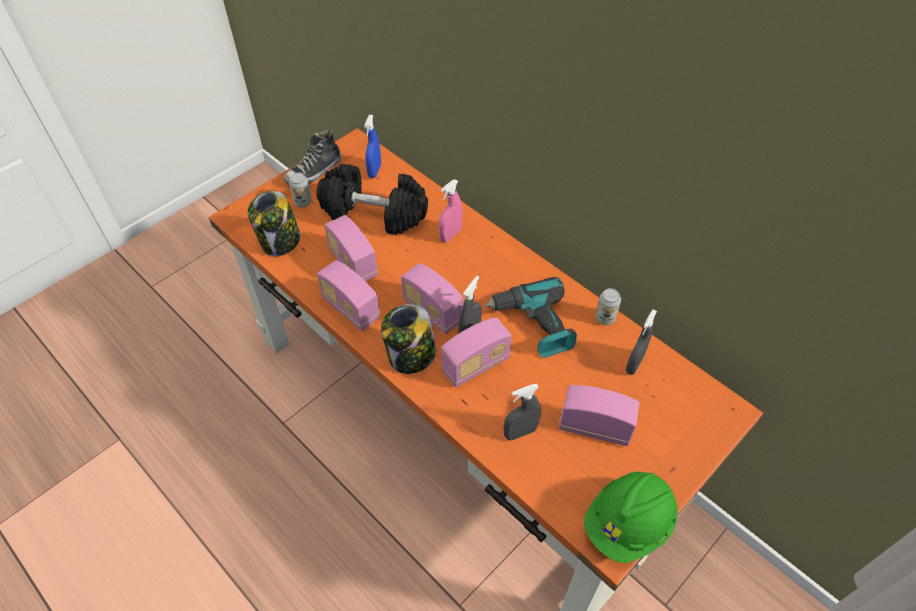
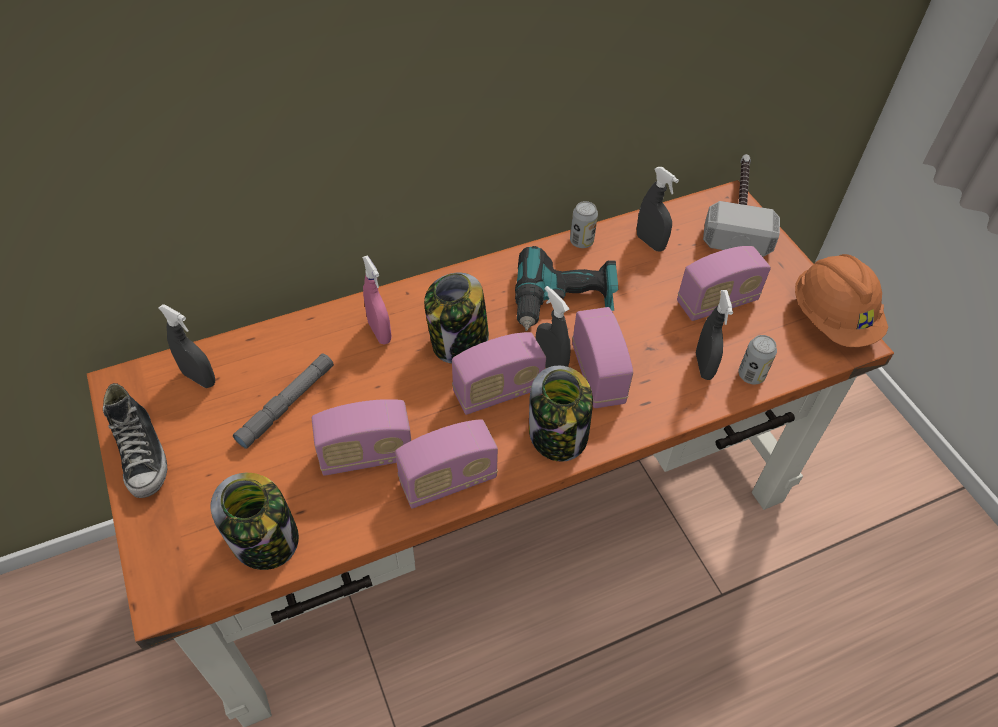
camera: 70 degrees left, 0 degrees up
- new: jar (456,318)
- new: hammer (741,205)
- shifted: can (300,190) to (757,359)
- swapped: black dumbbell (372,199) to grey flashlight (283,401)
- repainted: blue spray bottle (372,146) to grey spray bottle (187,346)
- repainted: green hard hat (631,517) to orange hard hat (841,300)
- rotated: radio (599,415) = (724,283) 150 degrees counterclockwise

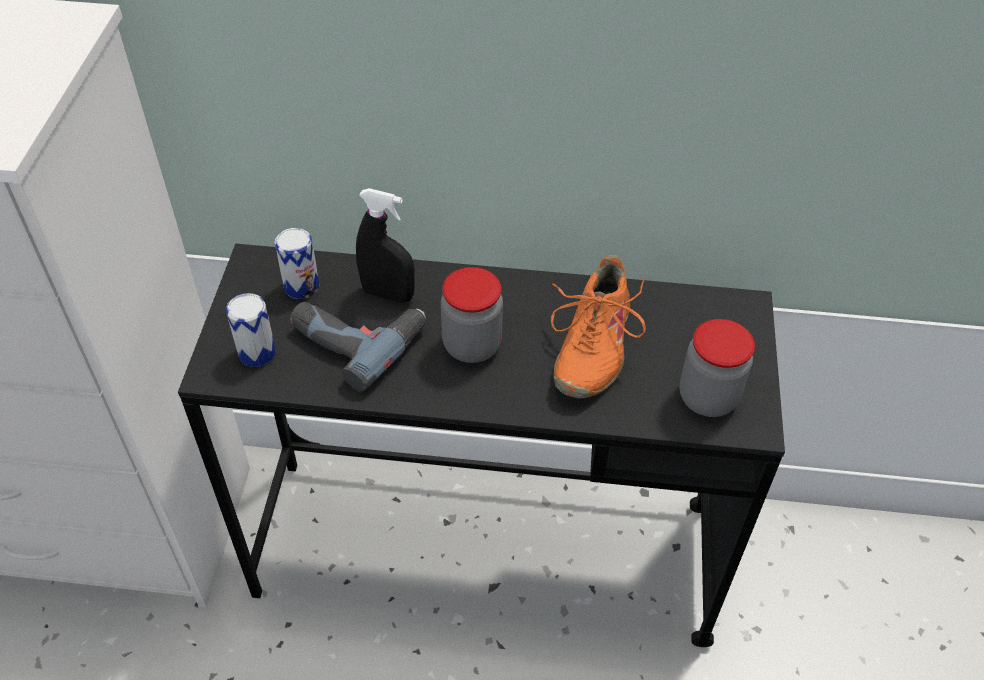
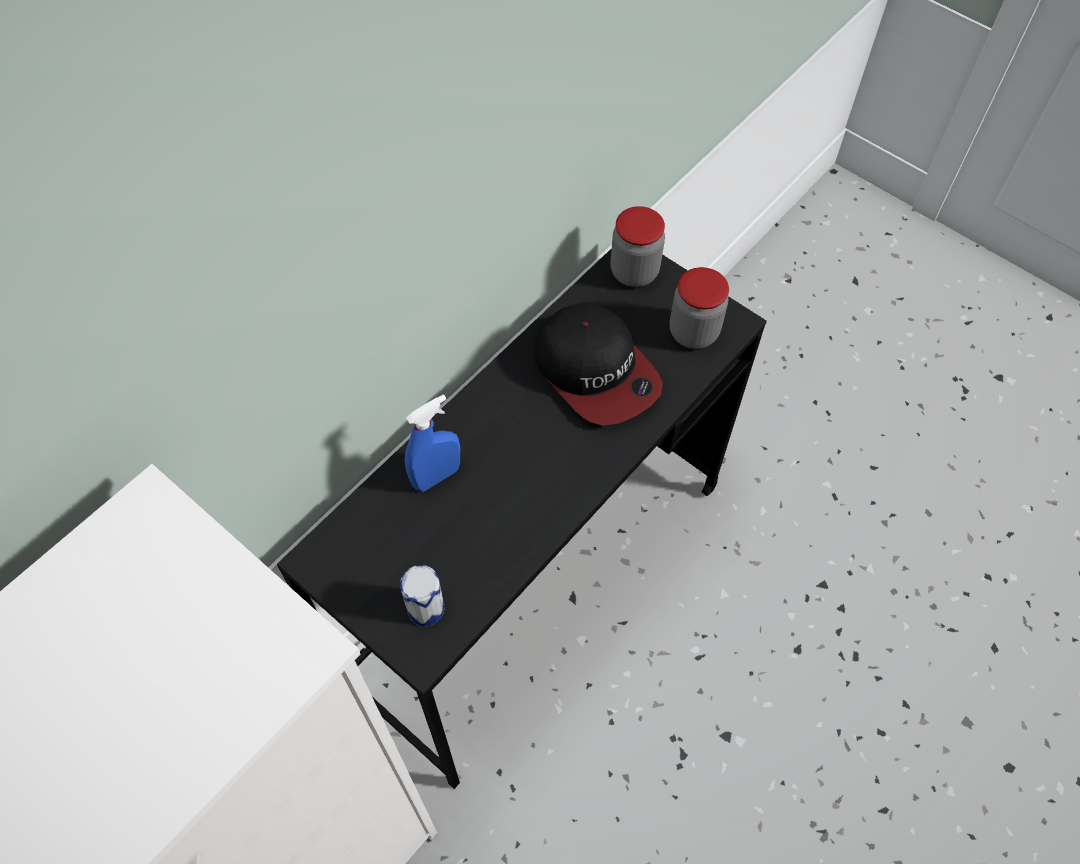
camera: 55 degrees left, 10 degrees up
- gone: can (297,263)
- gone: power drill (358,346)
- shifted: jar (472,315) to (637,246)
- swapped: orange shoe (598,326) to cap (598,364)
- repainted: black spray bottle (385,245) to blue spray bottle (432,443)

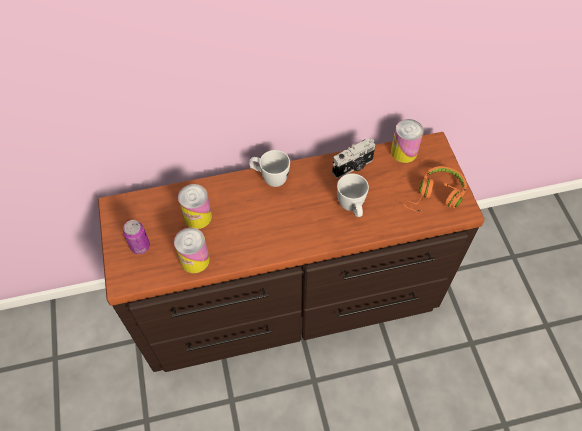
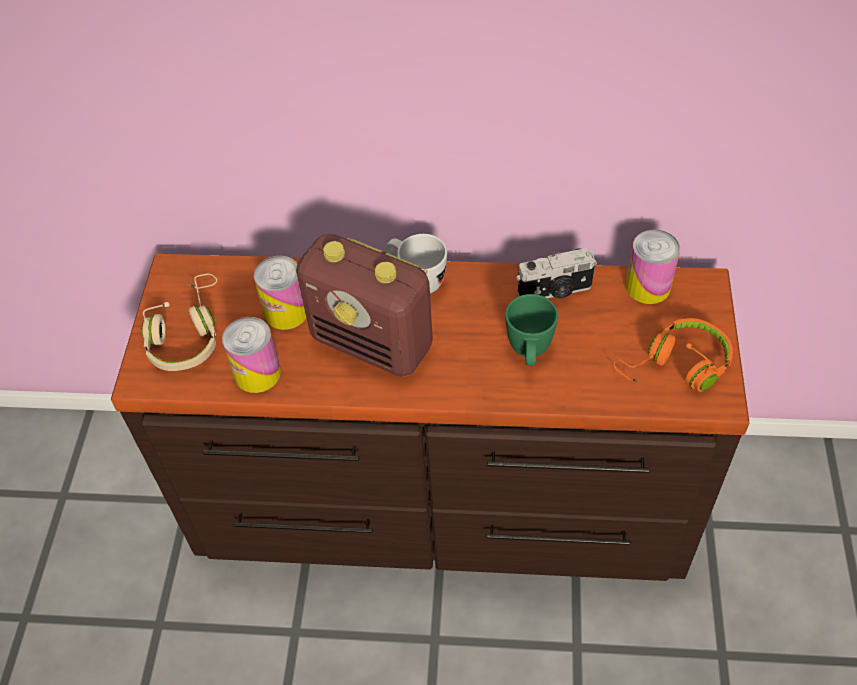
camera: 20 degrees right, 5 degrees down
- new: radio (364,305)
- swapped: can (136,237) to beige headphones (179,322)
- repainted: white mug (353,195) to green mug (531,330)

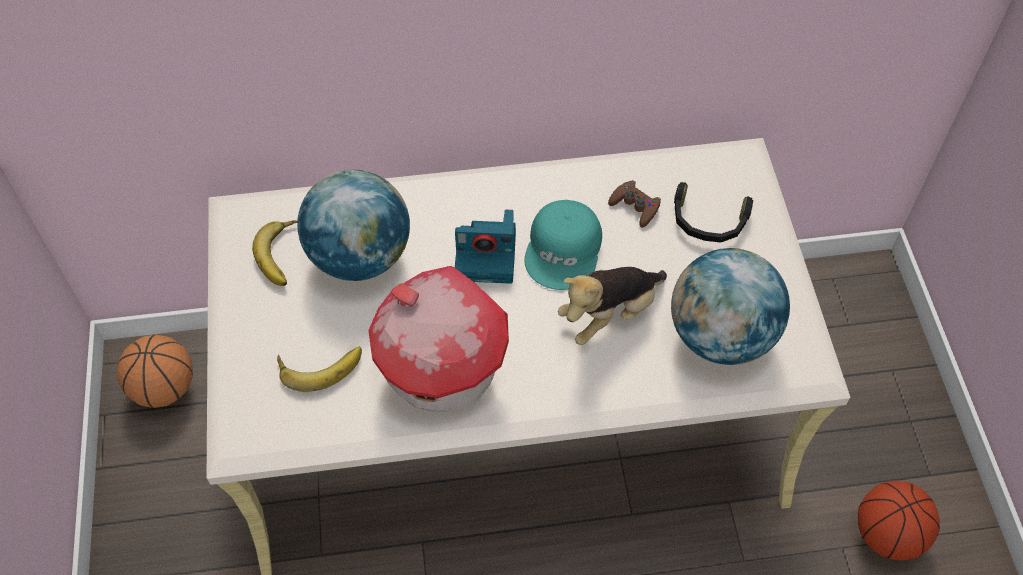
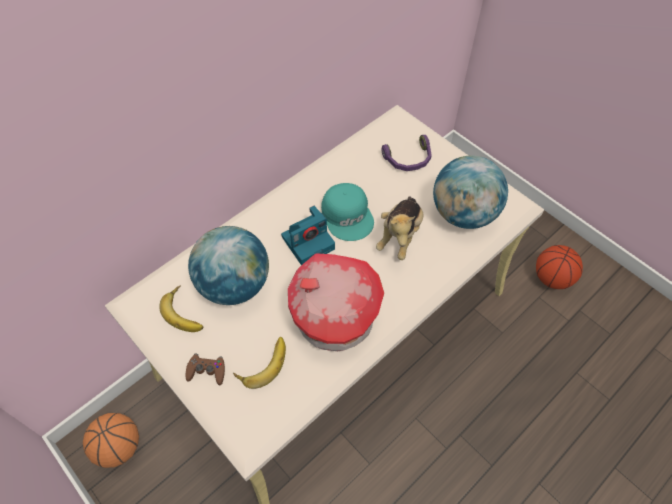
camera: 35 degrees left, 0 degrees up
- shifted: brown game controller (634,204) to (205,369)
- repainted: black headphones (713,212) to purple headphones (406,153)

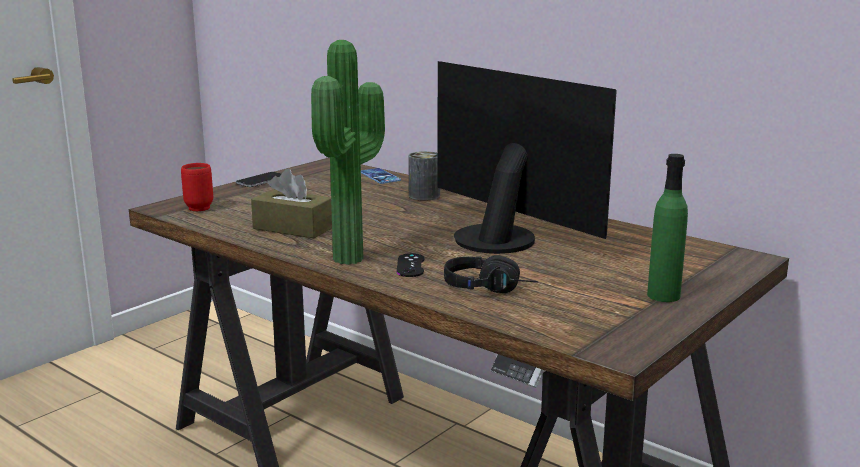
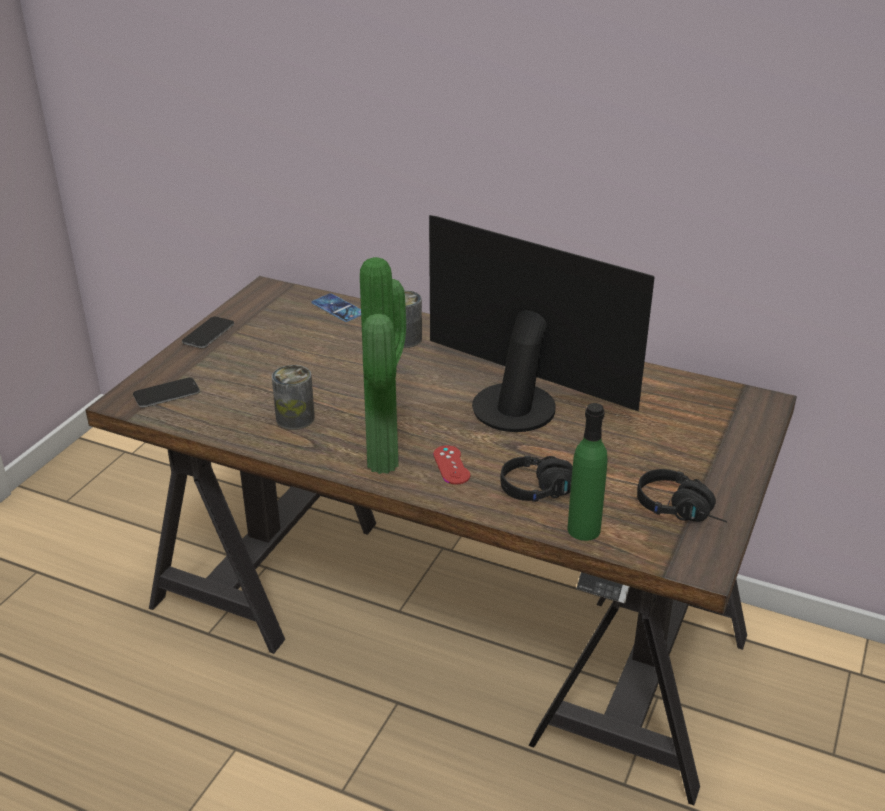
camera: 15 degrees left, 15 degrees up
- new: black headphones (682,495)
- shifted: green bottle (667,228) to (587,472)
- swapped: red mug (197,187) to phone (166,392)
- swapped: brown tissue box (291,203) to can (293,397)
- repainted: black game controller (410,265) to red game controller (451,465)

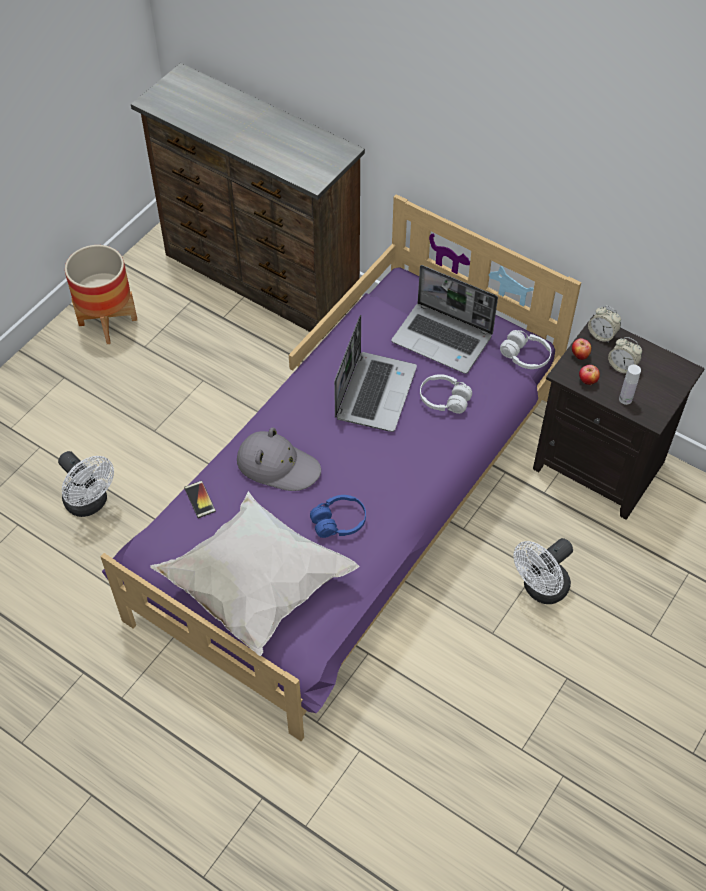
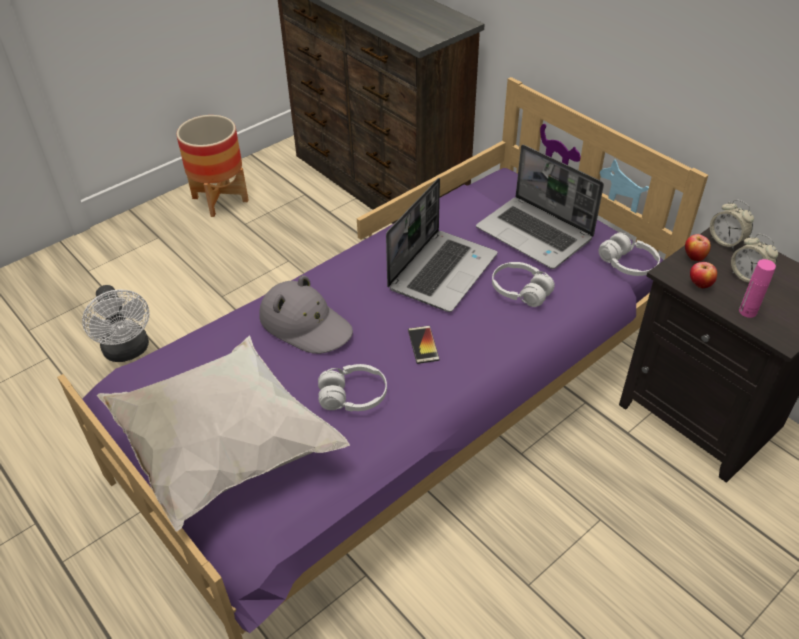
camera: 15 degrees right, 10 degrees down
- gone: white fan (543,571)
- shifted: phone (200,499) to (424,345)
- repainted: blue headphones (338,516) to white headphones (352,387)
- repainted: white bottle (630,384) to pink bottle (757,288)

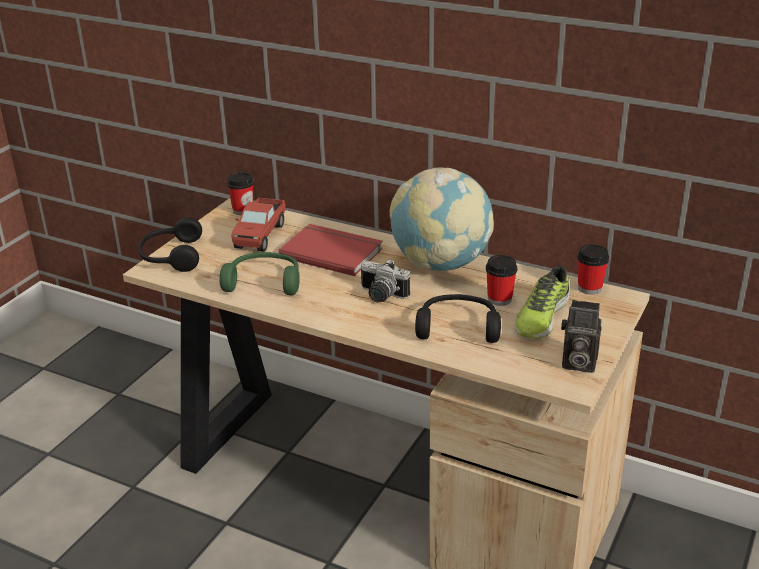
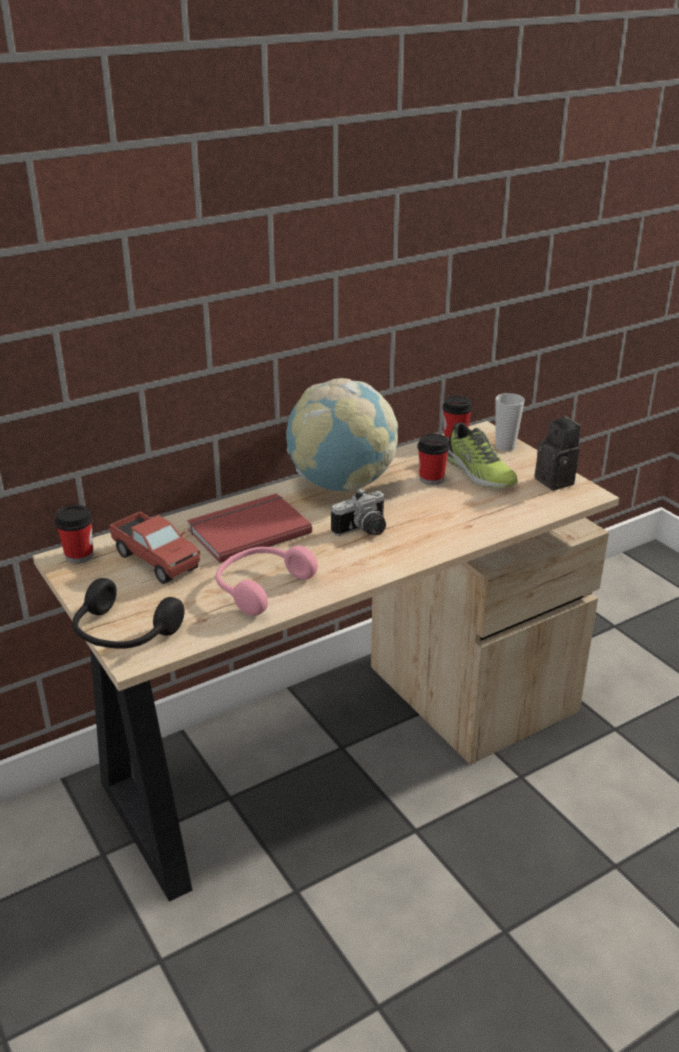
camera: 60 degrees left, 0 degrees up
- gone: black headphones (458,318)
- new: cup (510,422)
- repainted: green headphones (259,273) to pink headphones (267,581)
- rotated: photo camera (581,336) = (557,453) 75 degrees counterclockwise

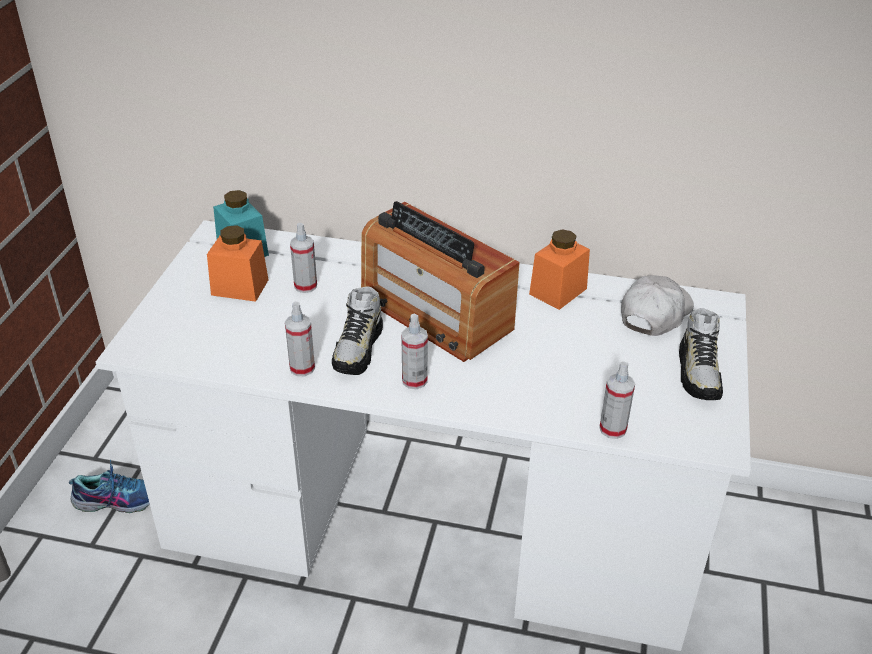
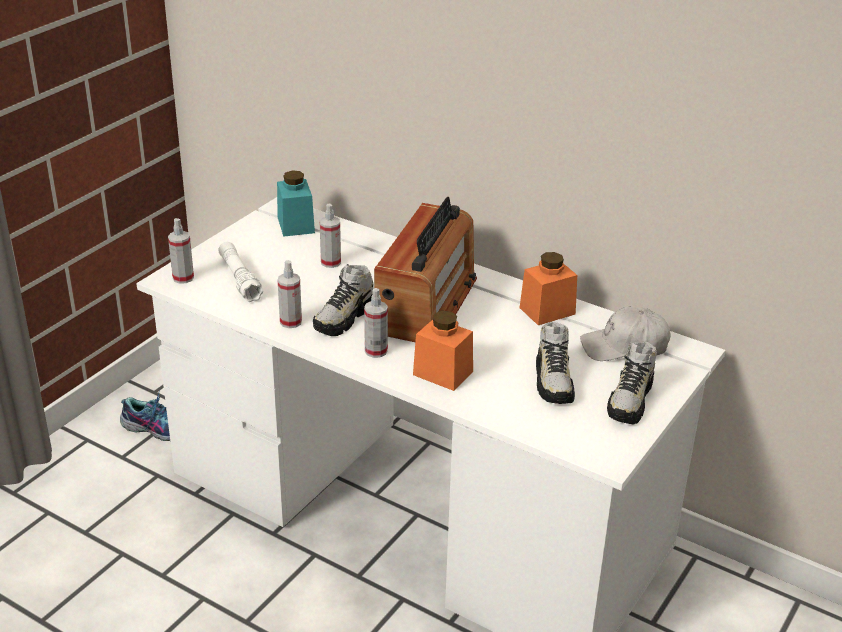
camera: 20 degrees right, 5 degrees down
- new: white flashlight (240,272)
- new: shoe (555,363)
- shifted: orange jar (238,263) to (443,351)
- shifted: spray bottle (617,400) to (181,251)
- rotated: radio (440,281) = (425,269) 135 degrees counterclockwise
- rotated: white cap (657,306) = (625,333) 150 degrees counterclockwise

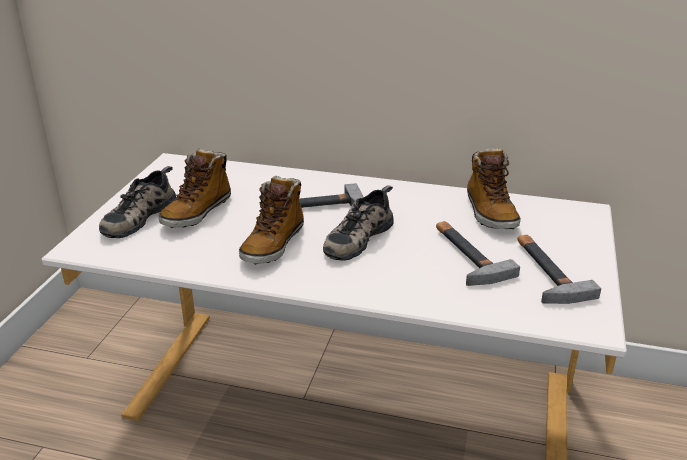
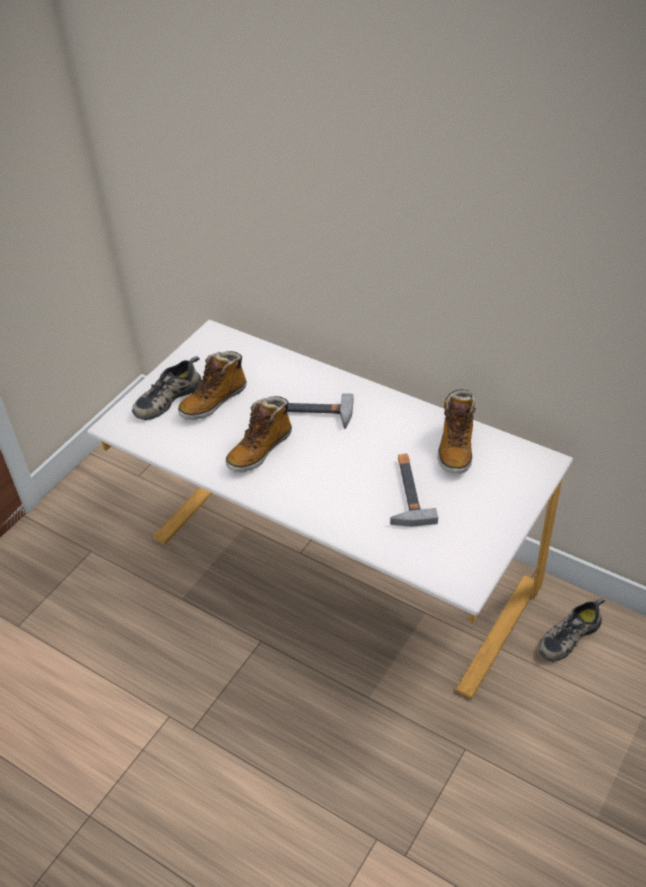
camera: 20 degrees right, 15 degrees up
- gone: hammer (559,269)
- shifted: shoe (358,223) to (572,630)

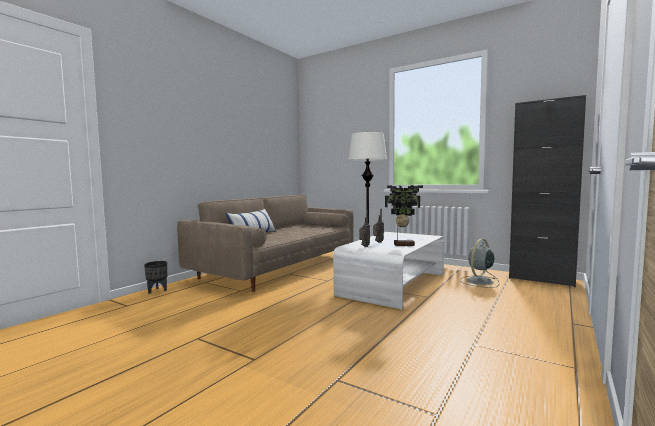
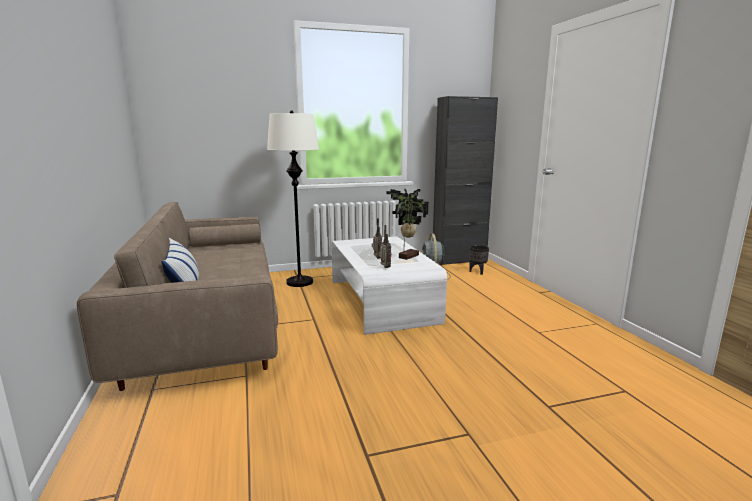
camera: 50 degrees left, 10 degrees up
- shifted: black planter (155,277) to (479,260)

